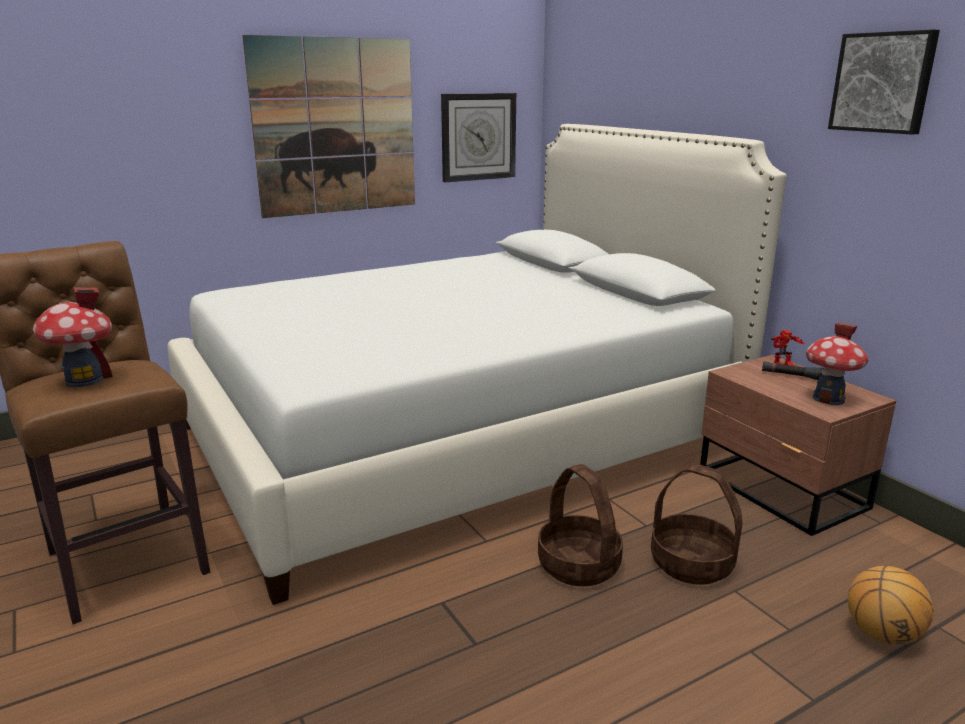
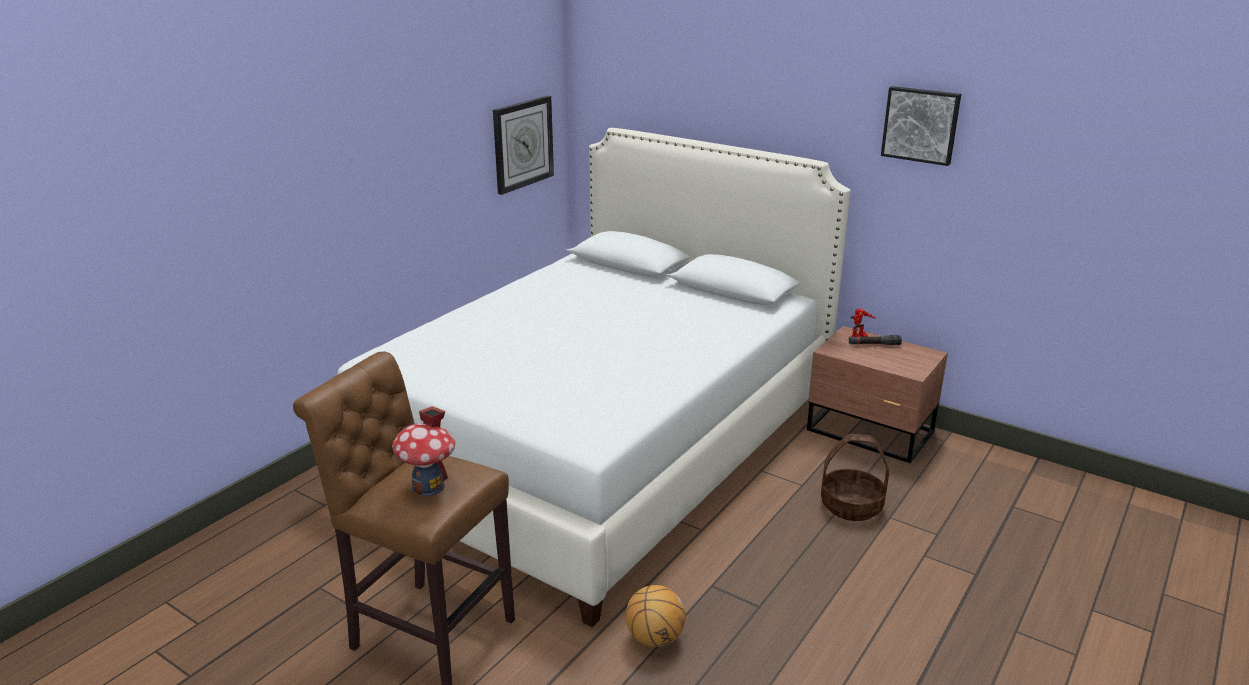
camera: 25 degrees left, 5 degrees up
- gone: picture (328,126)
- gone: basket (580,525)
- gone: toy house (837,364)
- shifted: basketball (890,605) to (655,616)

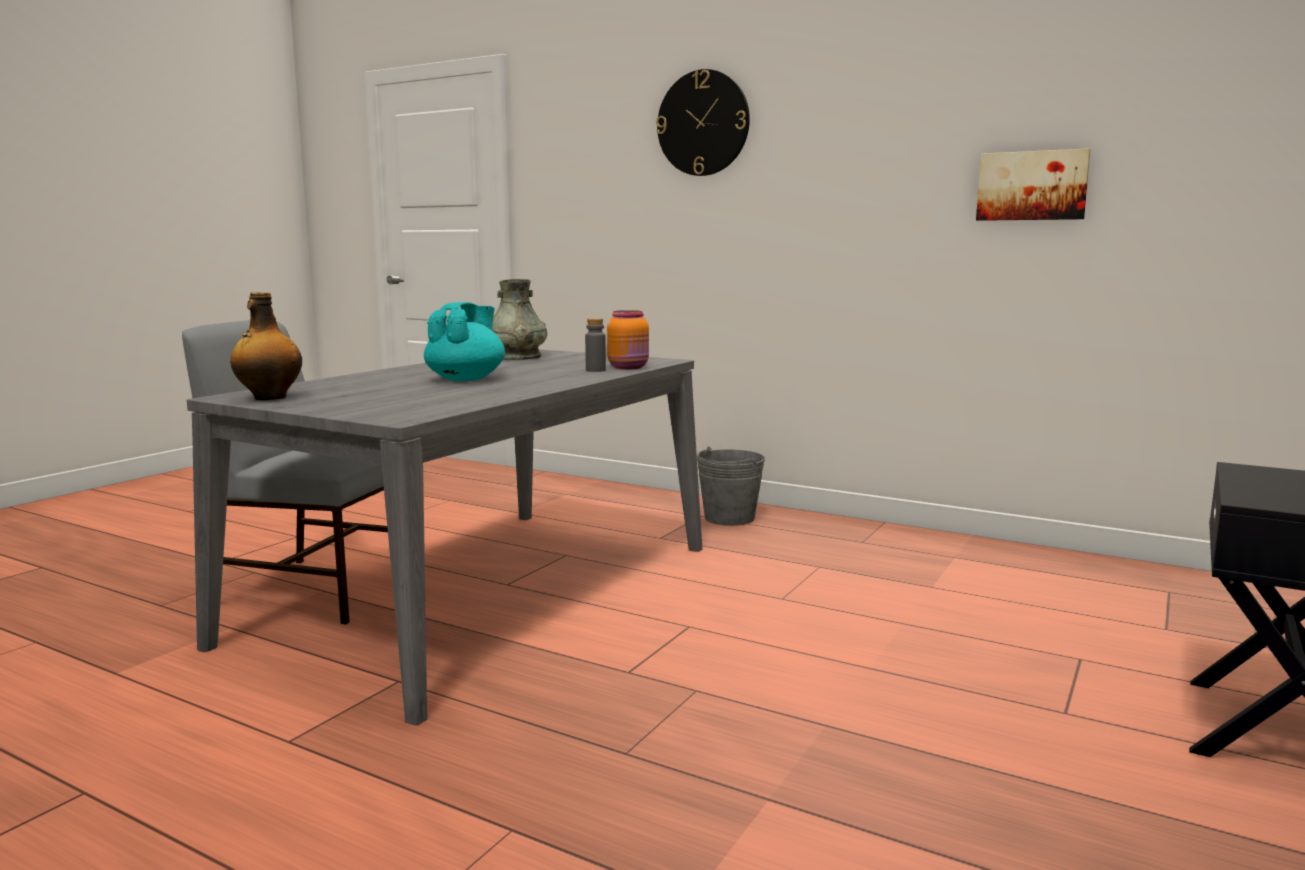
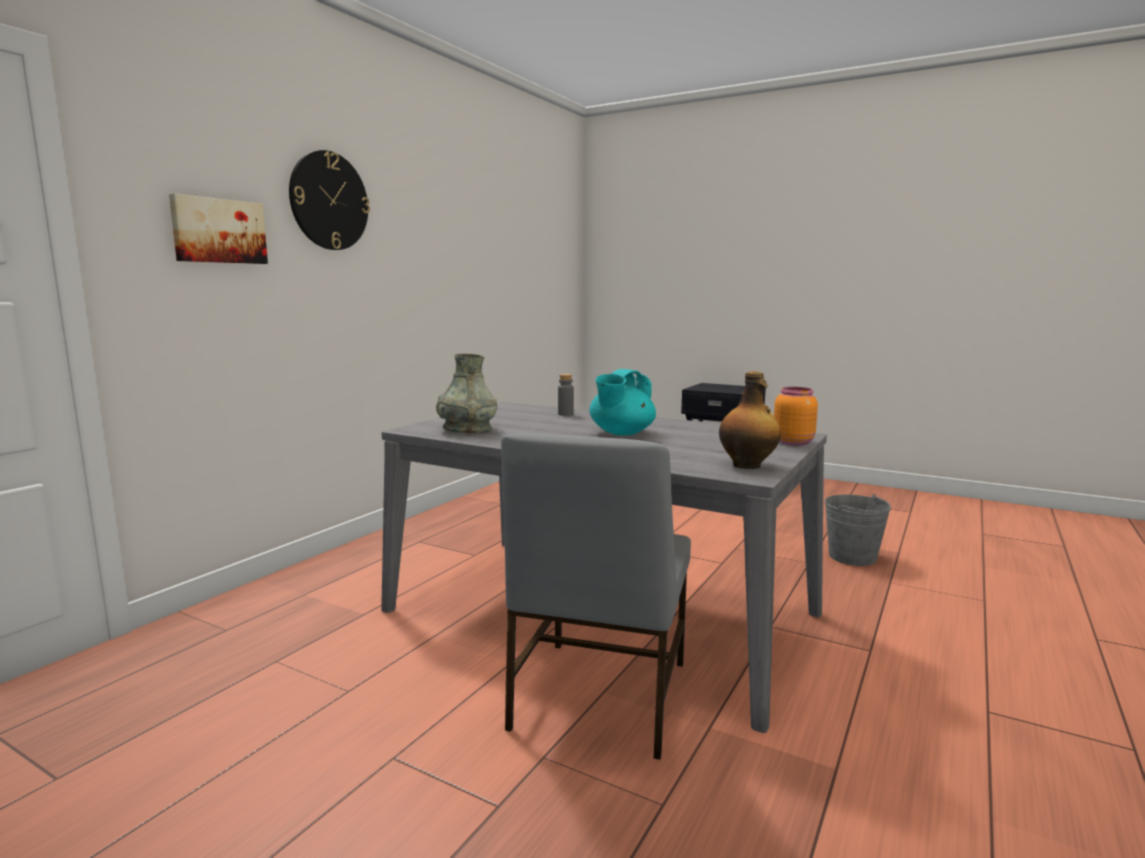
camera: 90 degrees left, 0 degrees up
- shifted: orange jar (628,339) to (796,416)
- shifted: grey bucket (731,486) to (858,530)
- shifted: picture (1033,185) to (218,229)
- rotated: turquoise teapot (464,341) = (622,402) 75 degrees counterclockwise

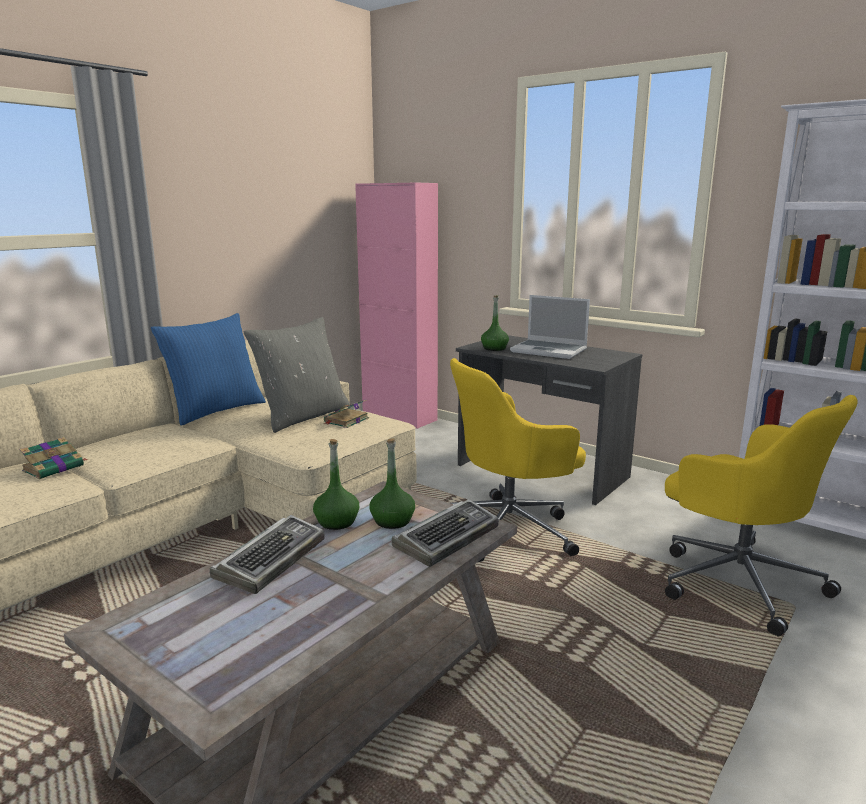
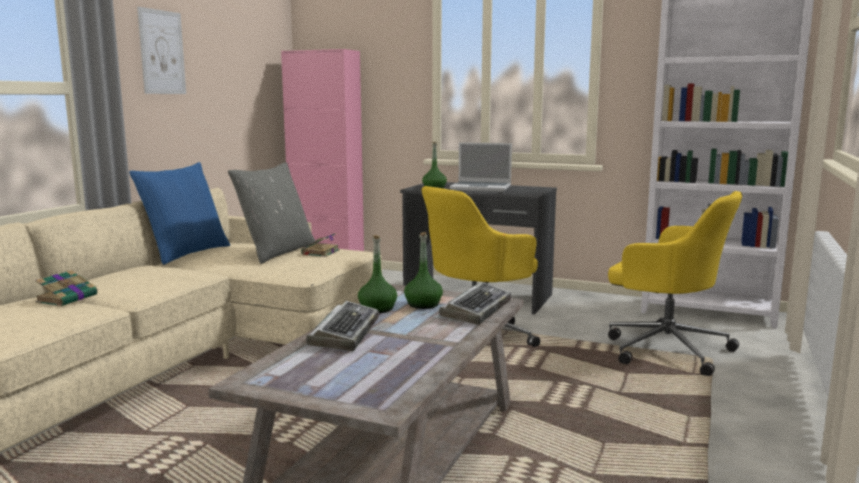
camera: 15 degrees left, 5 degrees down
- new: picture (161,50)

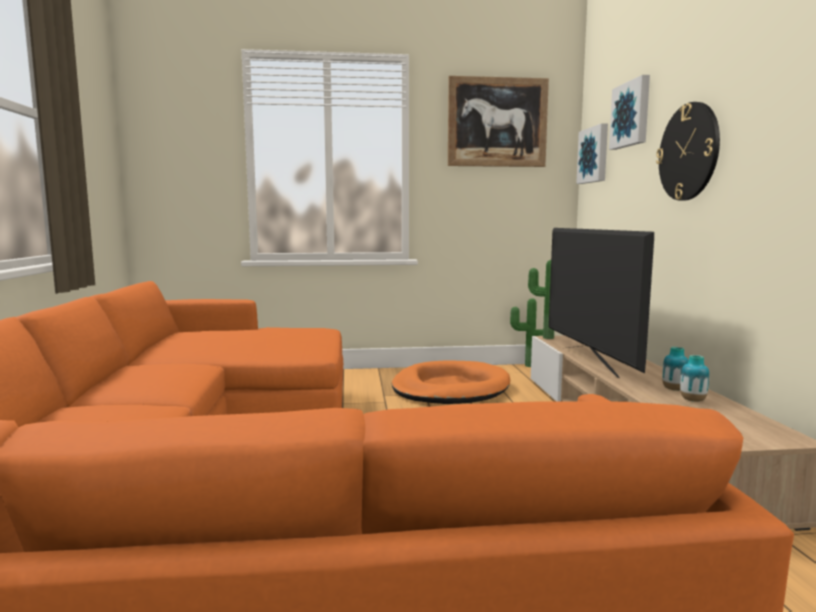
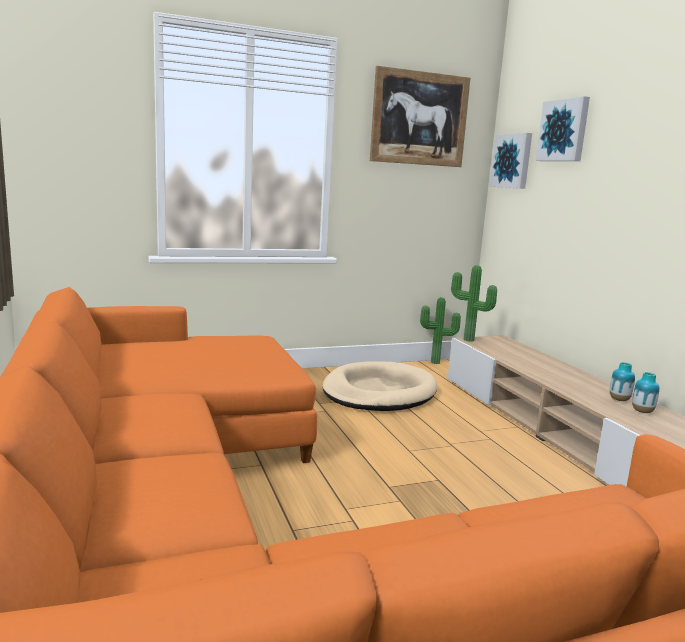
camera: 15 degrees left, 5 degrees up
- gone: television (601,303)
- gone: wall clock (688,151)
- repainted: orange dog bed (451,382) to beige dog bed (379,386)

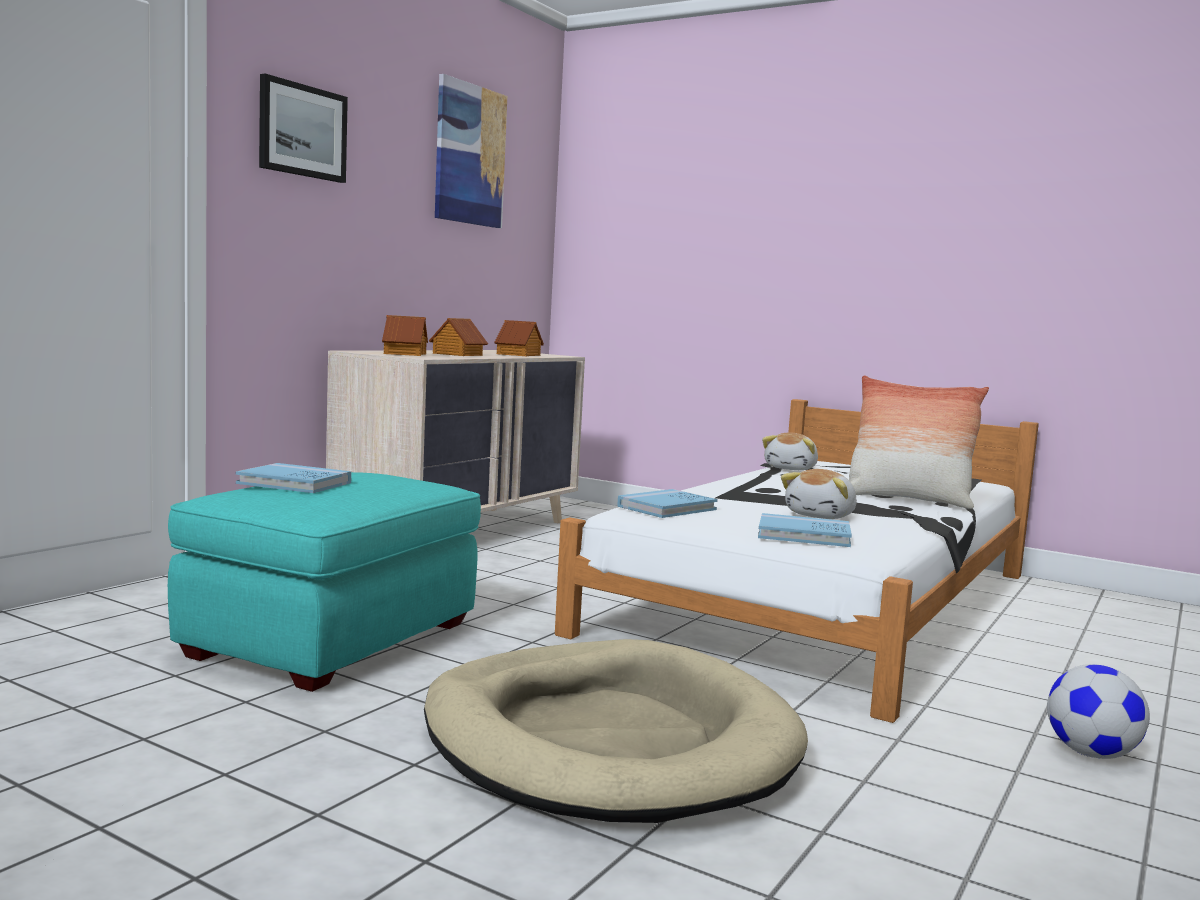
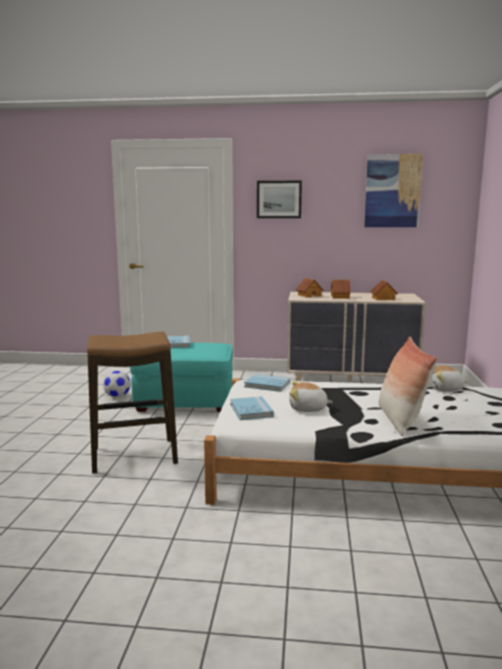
camera: 65 degrees right, 5 degrees up
- shifted: football (1098,711) to (117,384)
- swapped: beige dog bed (616,731) to stool (132,402)

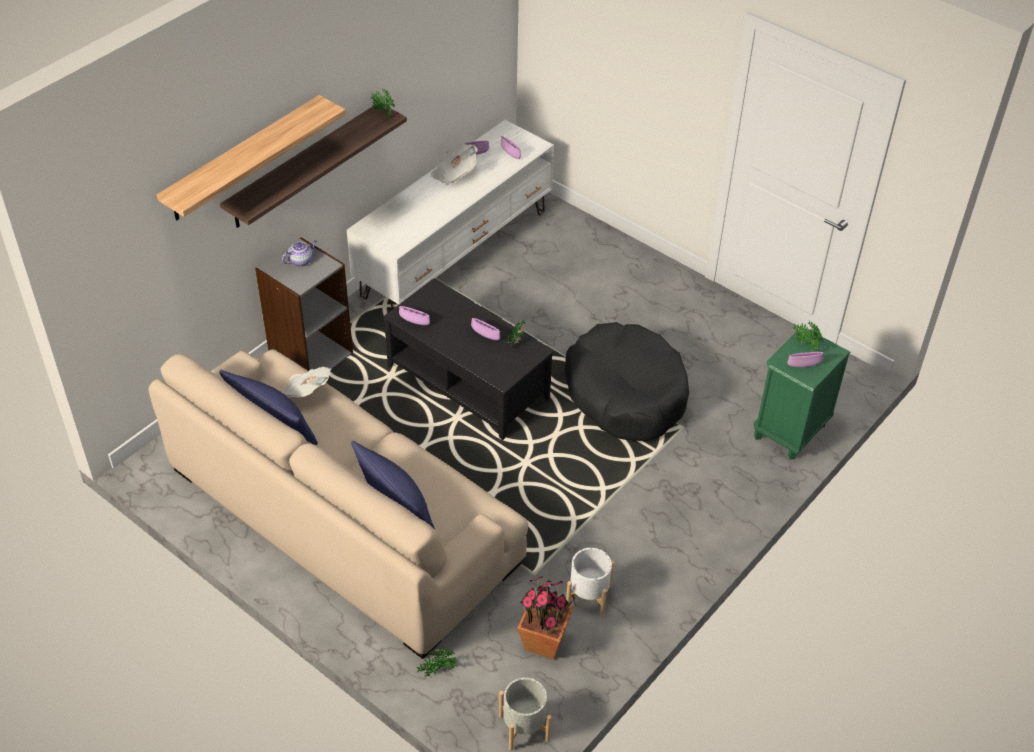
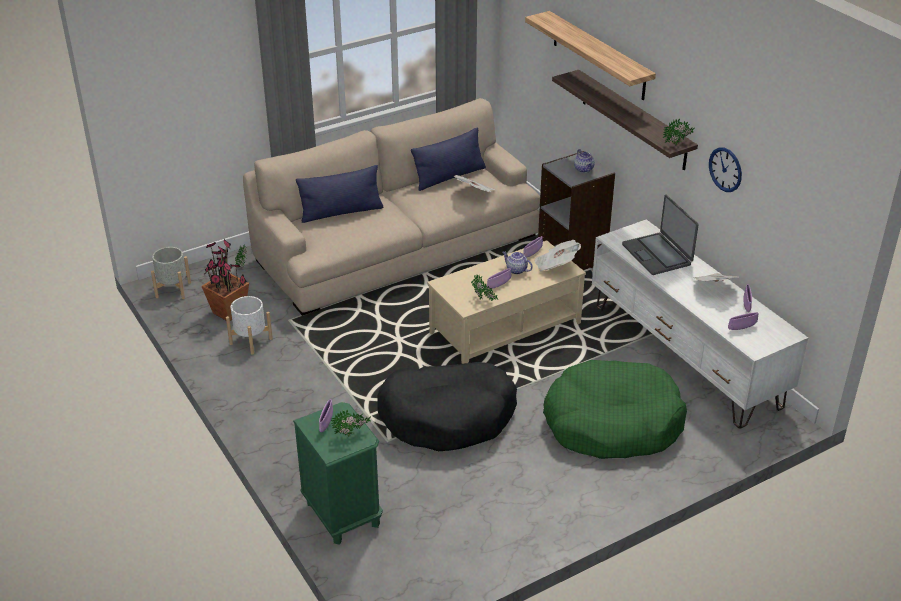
camera: 110 degrees right, 10 degrees down
- new: teapot (517,262)
- new: newspaper (557,256)
- new: green dog bed (615,409)
- new: laptop (660,235)
- new: wall clock (725,169)
- repainted: black coffee table (468,359) to beige coffee table (506,302)

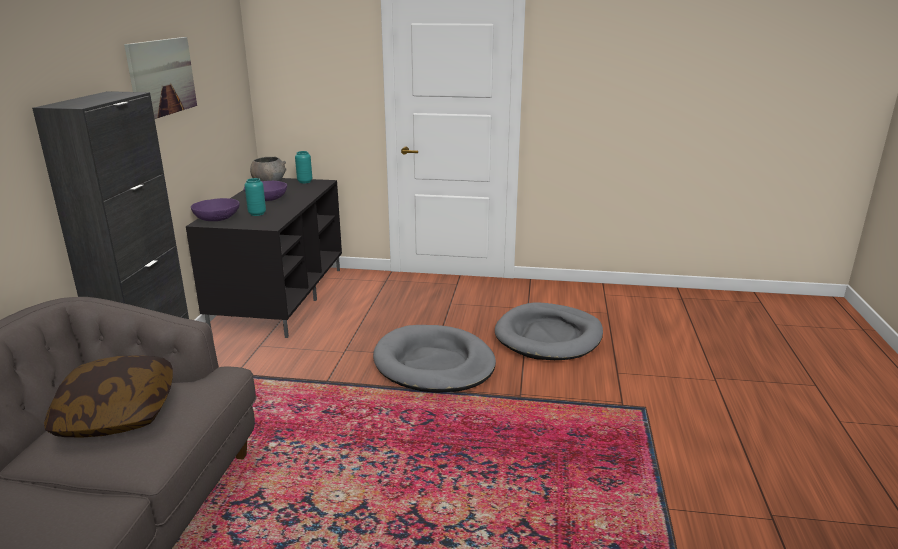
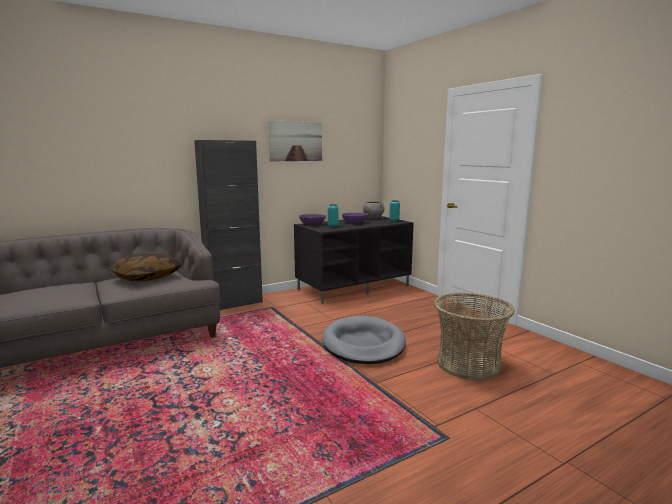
camera: 50 degrees right, 10 degrees down
- swapped: grey dog bed (549,331) to basket (474,337)

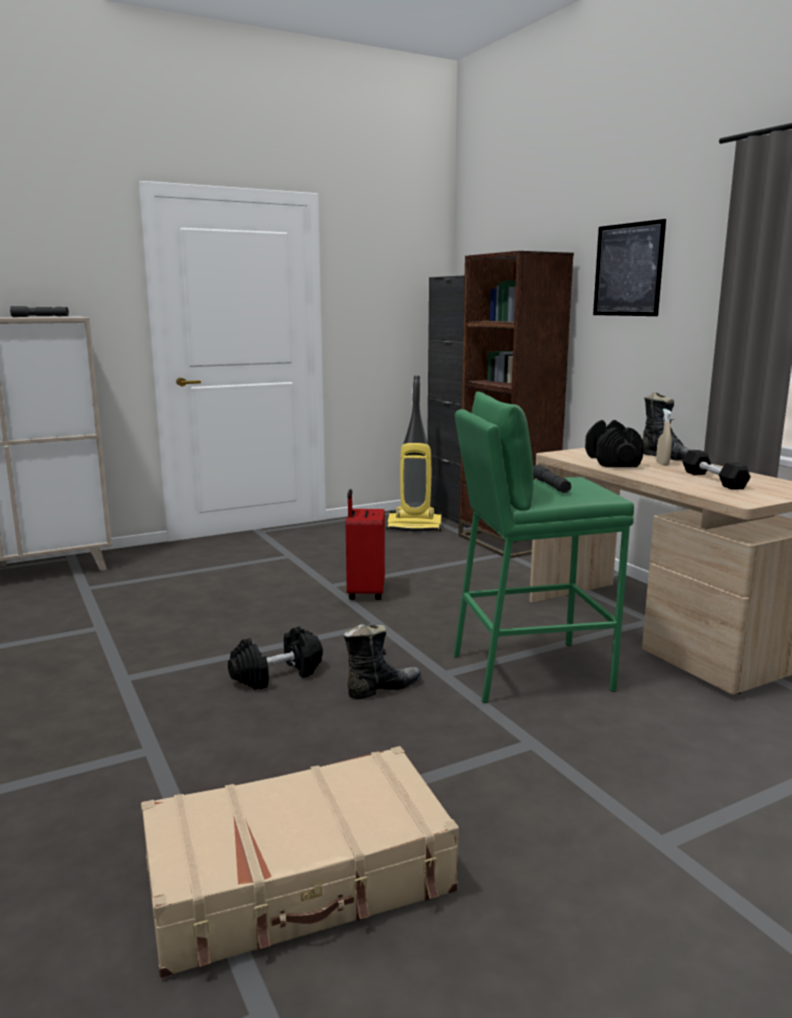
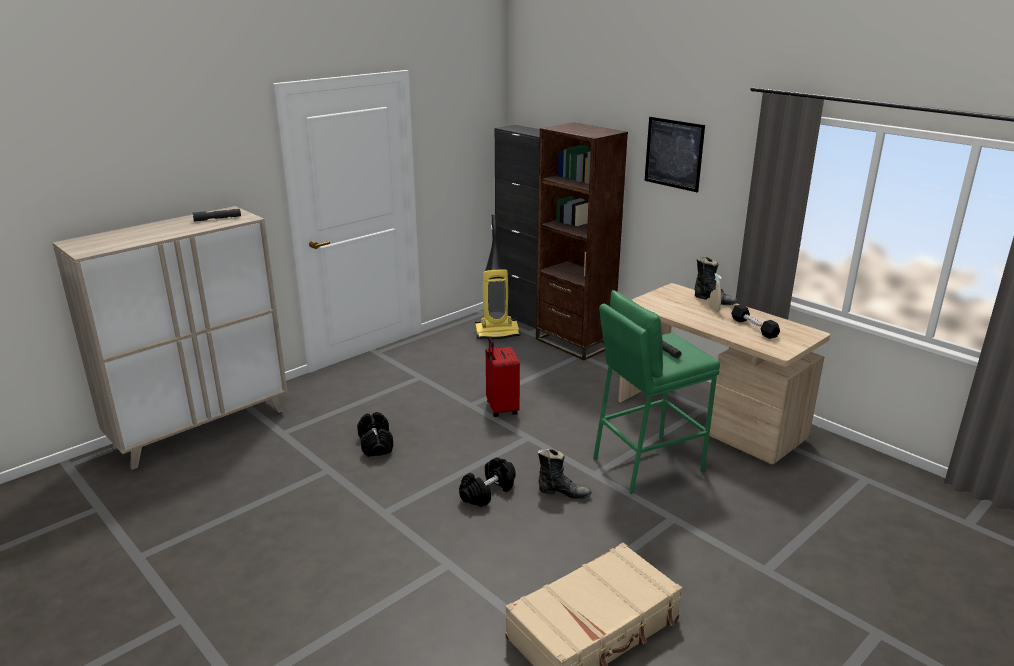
camera: 15 degrees left, 10 degrees up
- shifted: black dumbbell (614,443) to (375,434)
- rotated: black boot (383,661) = (565,473) 60 degrees clockwise

